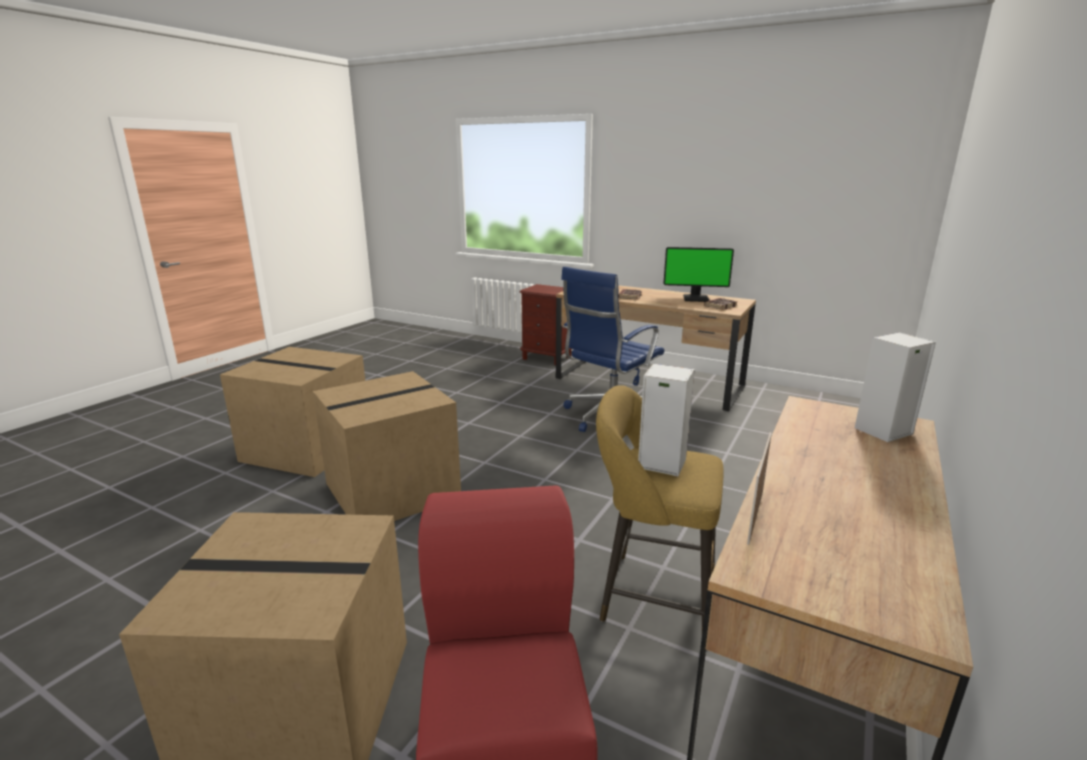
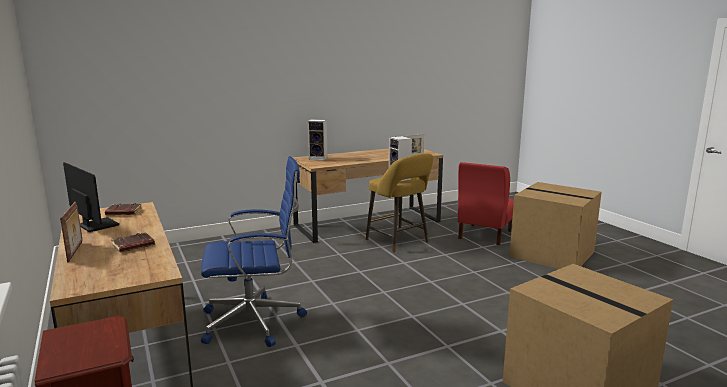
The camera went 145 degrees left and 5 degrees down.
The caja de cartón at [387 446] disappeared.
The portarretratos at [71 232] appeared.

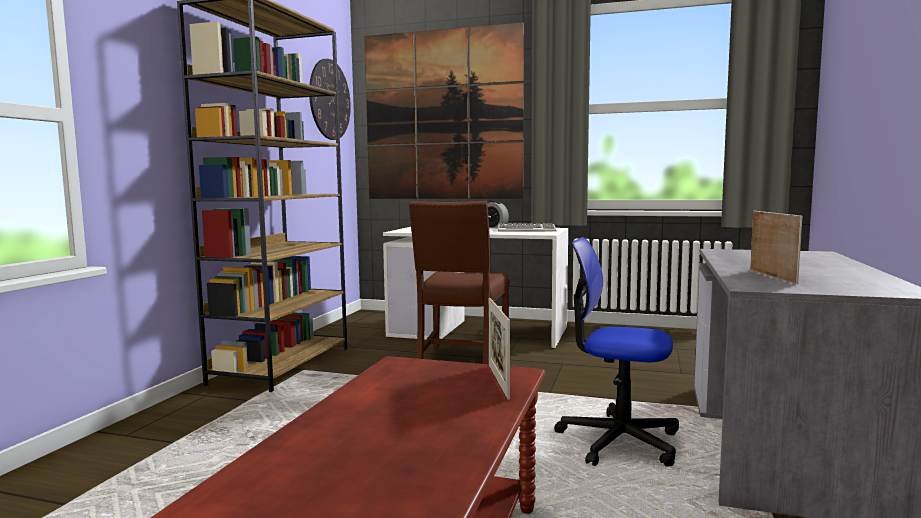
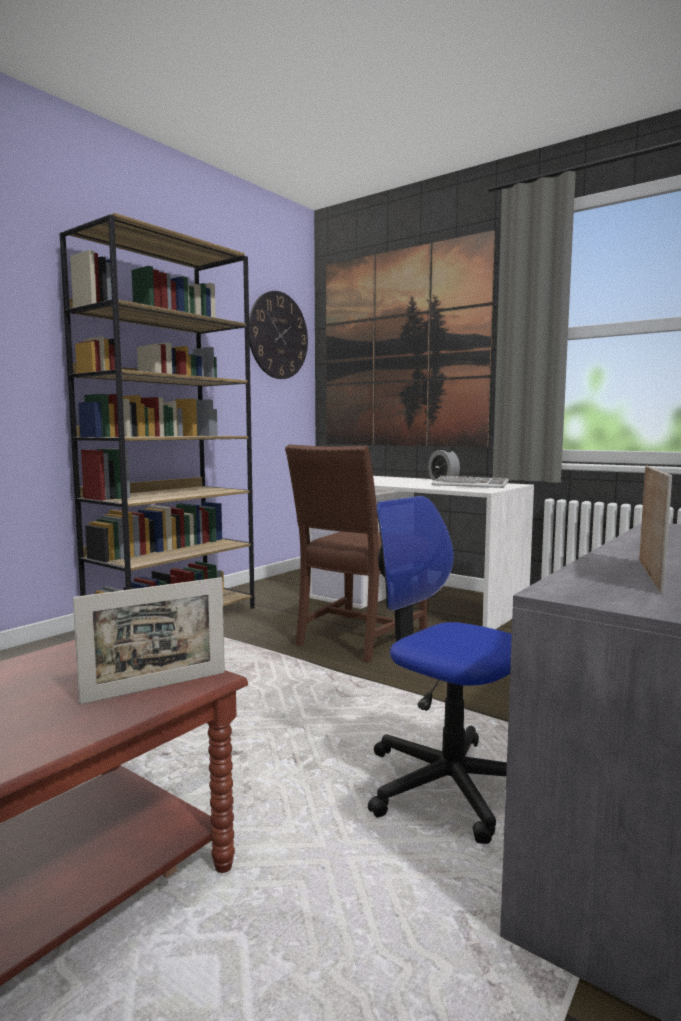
The camera went 20 degrees right and 0 degrees up.
The portarretratos at [499 349] turned 135 degrees counterclockwise.

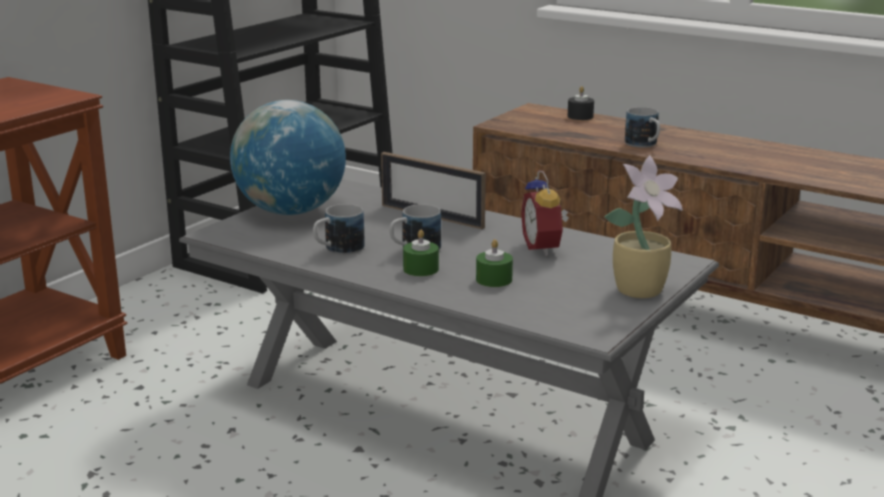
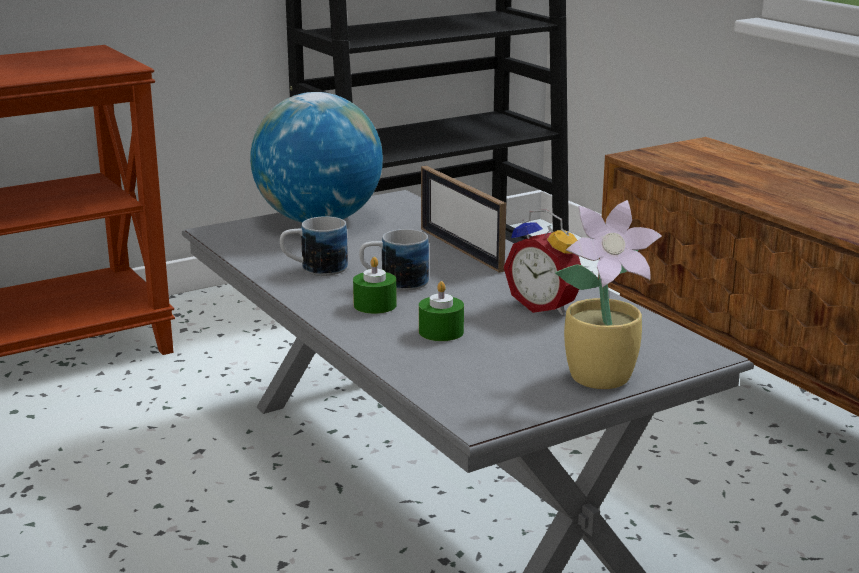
The camera went 25 degrees right and 0 degrees up.
The vela (negro) at [581 103] disappeared.
The taza grande at [642 127] disappeared.
The despertador at [545 213] turned 60 degrees counterclockwise.

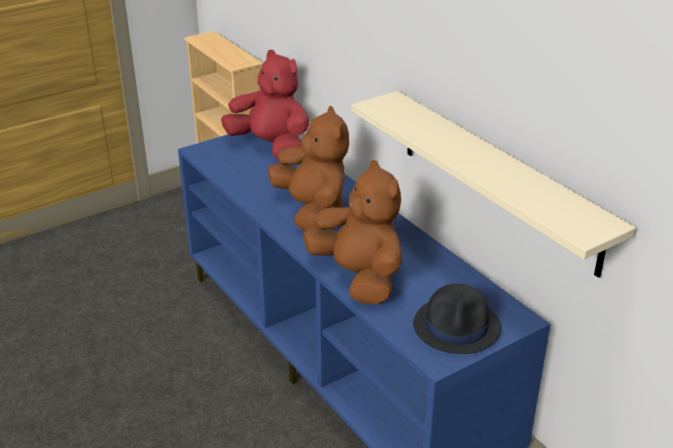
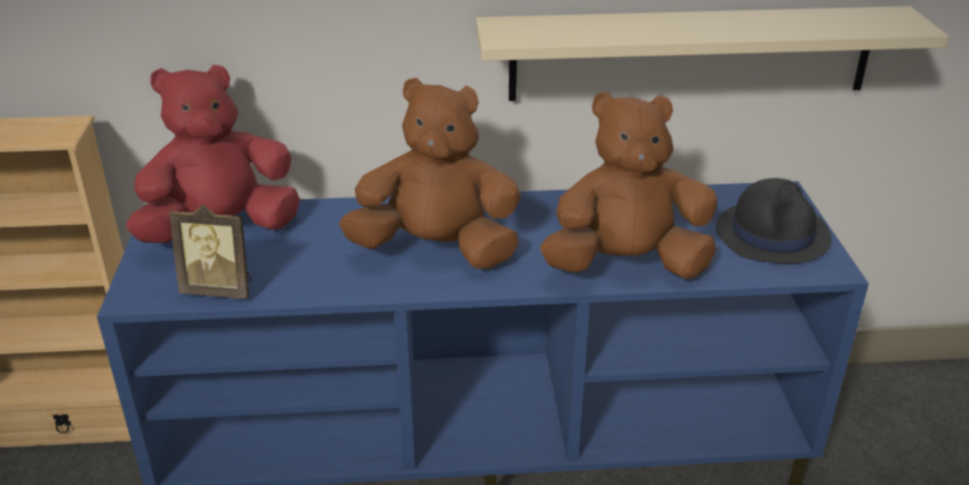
The camera went 60 degrees left and 0 degrees up.
The portarretratos at [210 251] appeared.

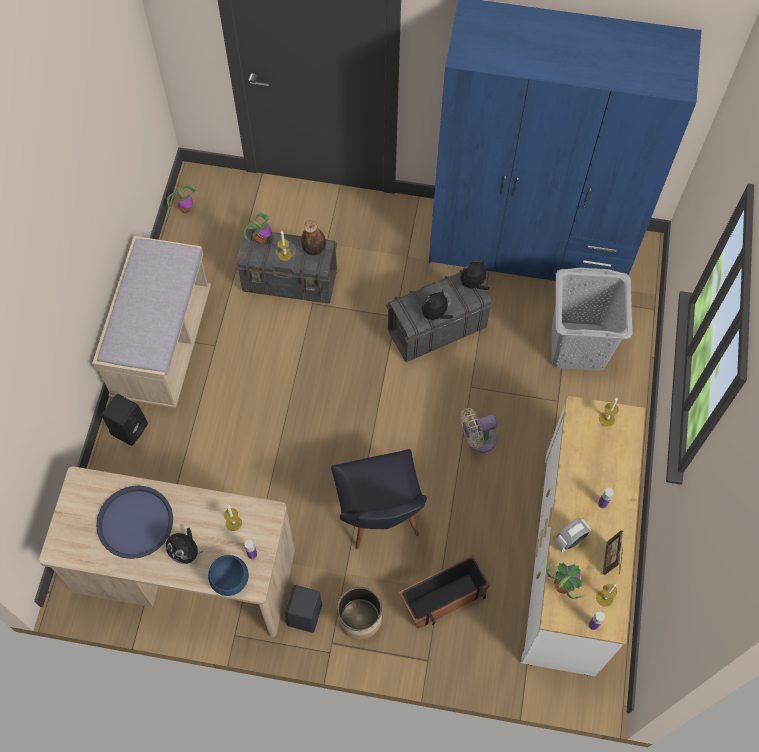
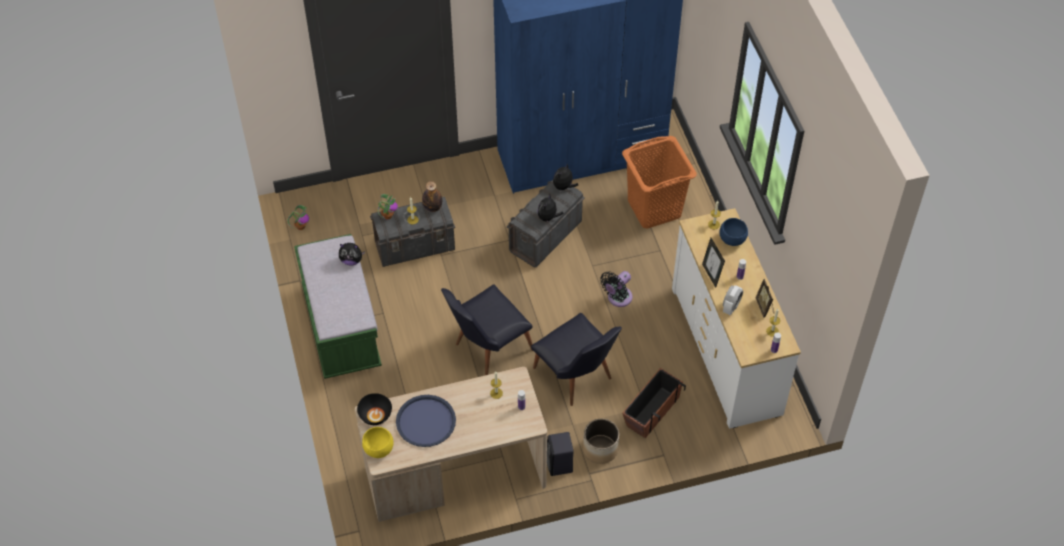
The camera went 25 degrees left and 10 degrees down.
The banco (beis) at [151 322] became the banco (verde) at [338 306].
The cesto de la ropa (gris) at [592 319] became the cesto de la ropa (naranja) at [659 182].
The altavoz (negro) at [125 420] disappeared.
The ventilador (beis) at [479 430] became the ventilador (negro) at [616 289].
The peluche moved from [185 546] to [352 254].
The cuenco (azul) moved from [228 575] to [733 232].
The planta en maceta at [564 580] disappeared.
The portarretratos at [713 263] appeared.
The silla (negro) at [487 329] appeared.
The cuenco (negro) at [374 409] appeared.
The cuenco (amarillo) at [377 442] appeared.

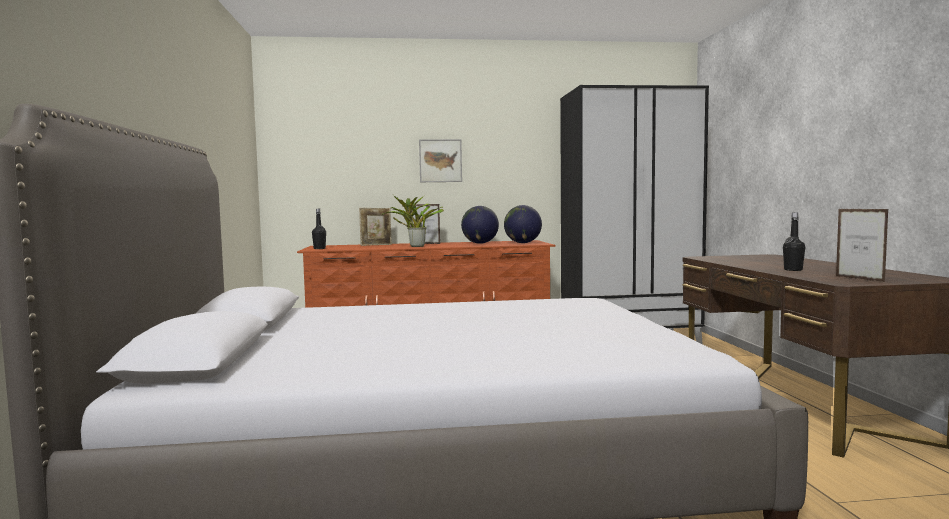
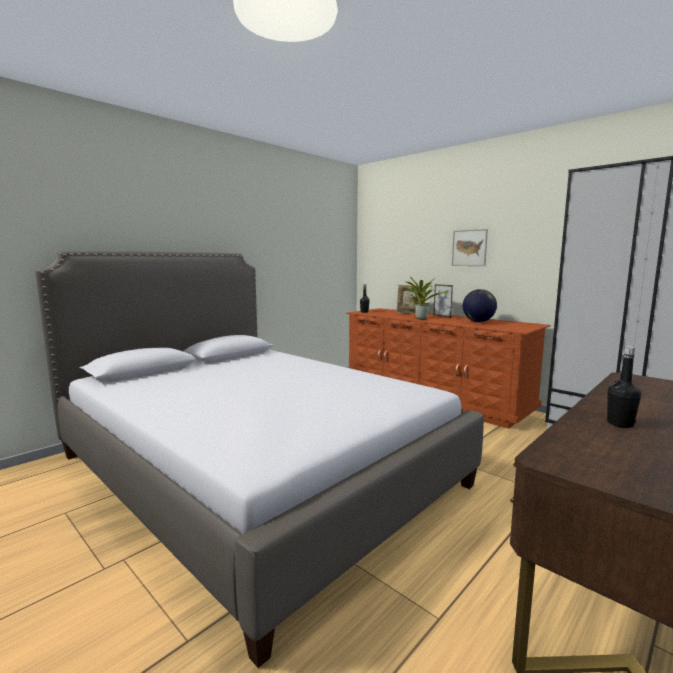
The camera went 50 degrees right and 5 degrees up.
The globo terráqueo at [523 224] disappeared.
The portarretratos at [862 245] disappeared.

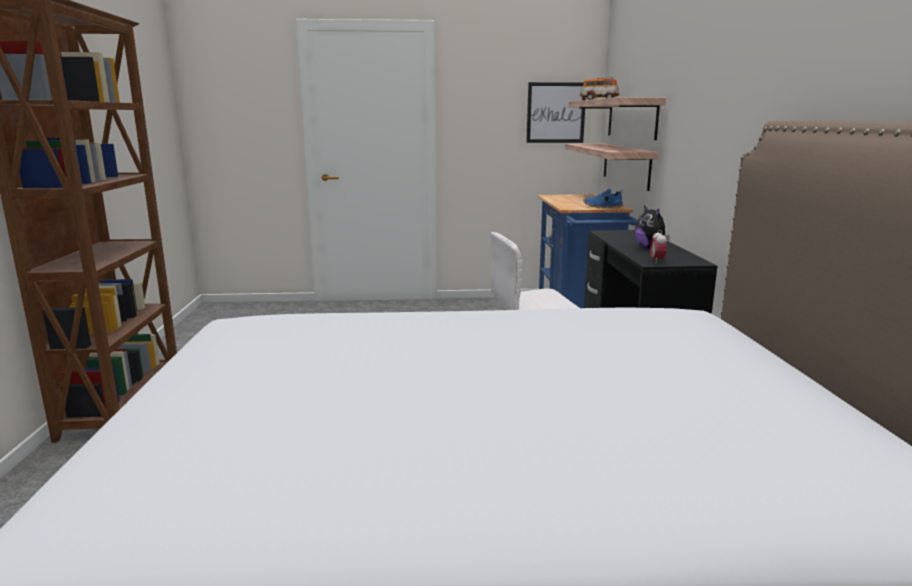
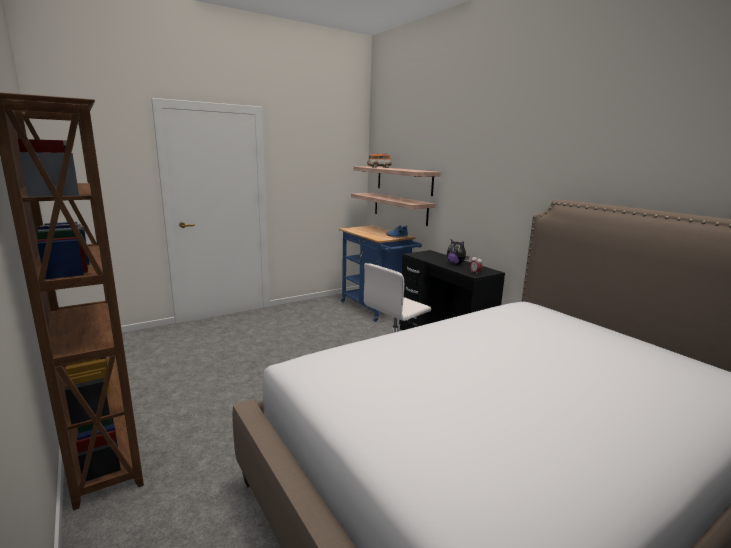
The camera went 30 degrees left and 0 degrees up.
The cuadro at [556 112] disappeared.

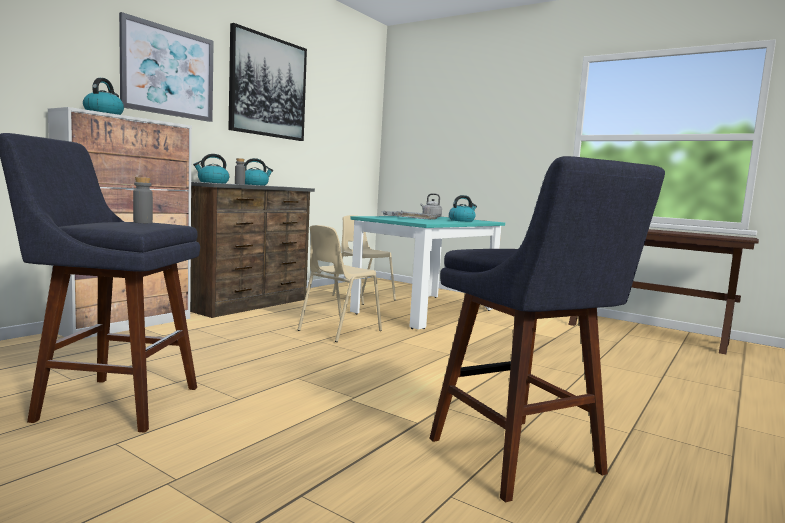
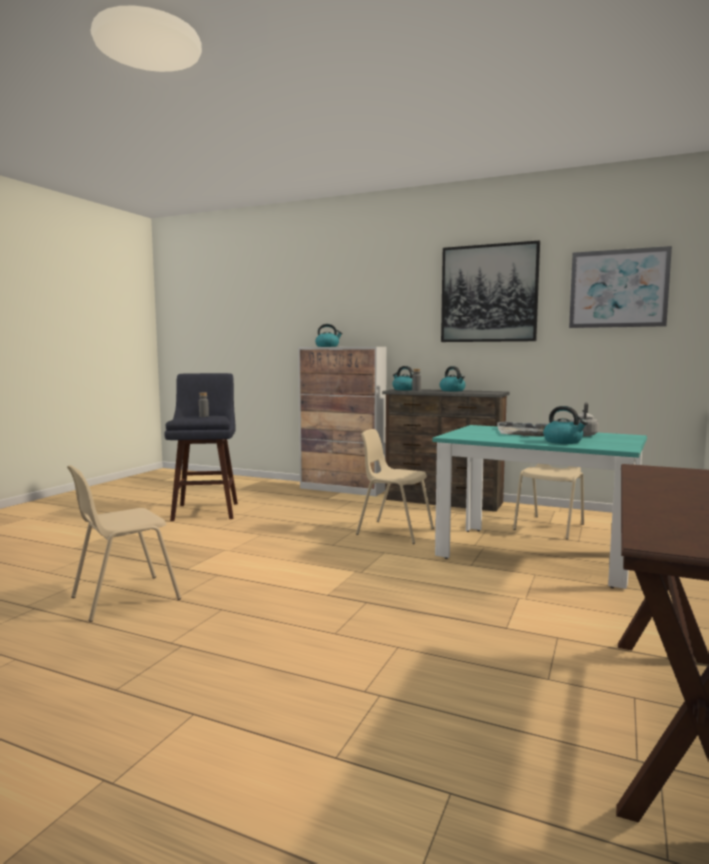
The camera went 80 degrees right and 0 degrees up.
The cuadro moved from [166 67] to [620 287].
The taburete (azul) at [547 329] was replaced by the silla (beis) at [124 543].

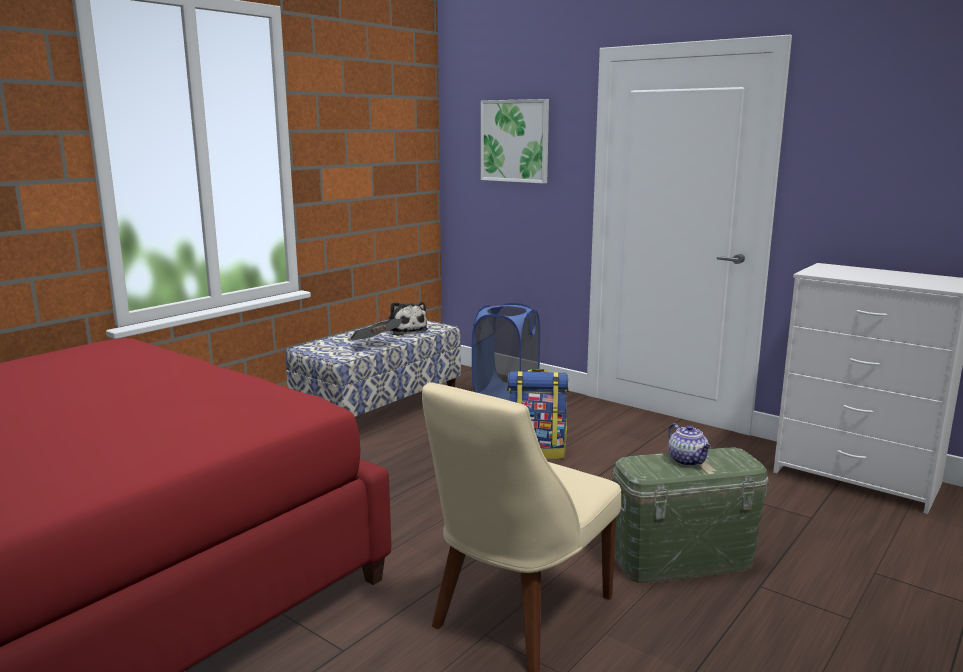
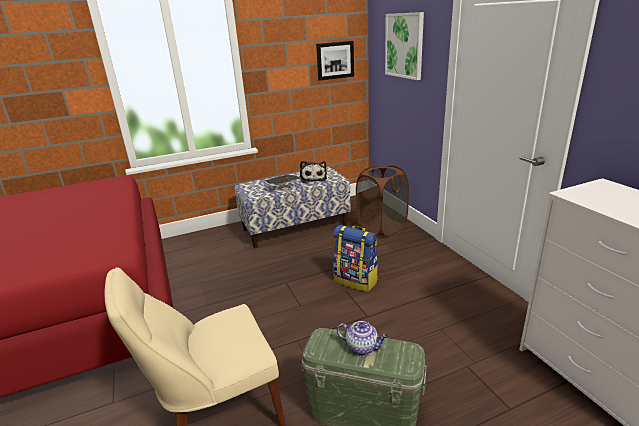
The camera went 30 degrees right and 10 degrees up.
The cesto de la ropa (azul) at [506 351] became the cesto de la ropa (marrón) at [382 200].
The tetera at [689 444] turned 75 degrees counterclockwise.
The cuadro at [335 61] appeared.

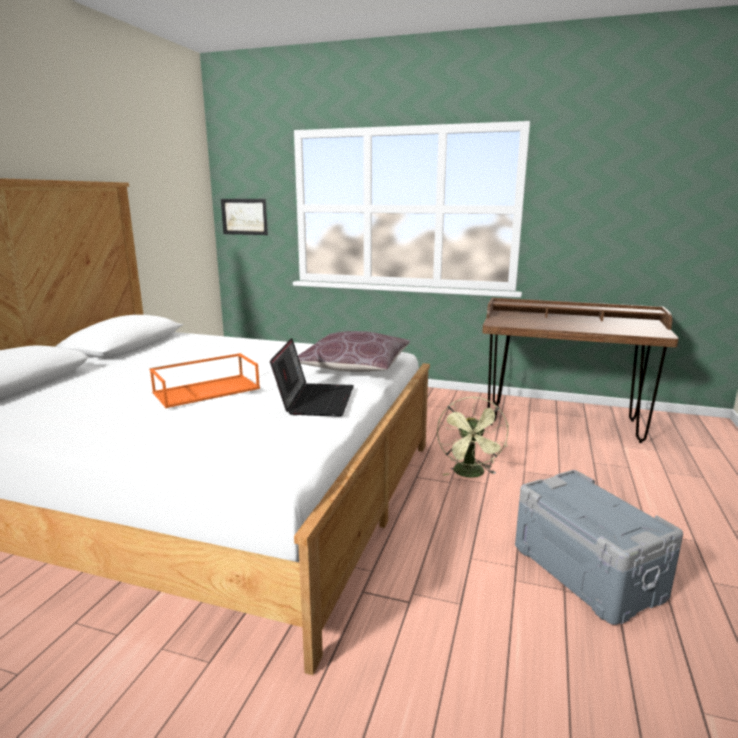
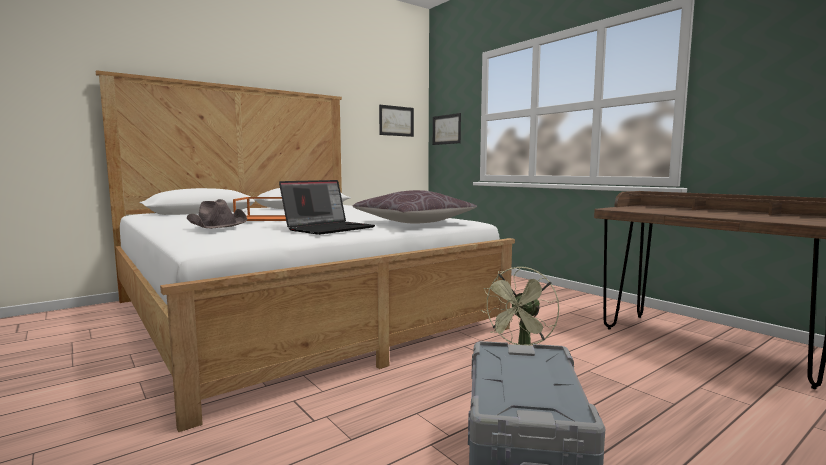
The camera went 35 degrees right and 10 degrees down.
The cuadro at [396 121] appeared.
The sombrero (marrón) at [217 214] appeared.

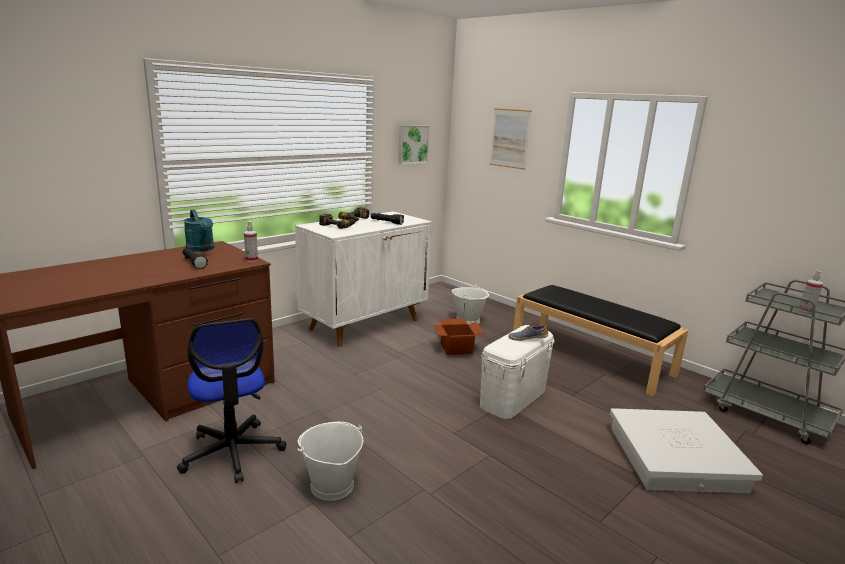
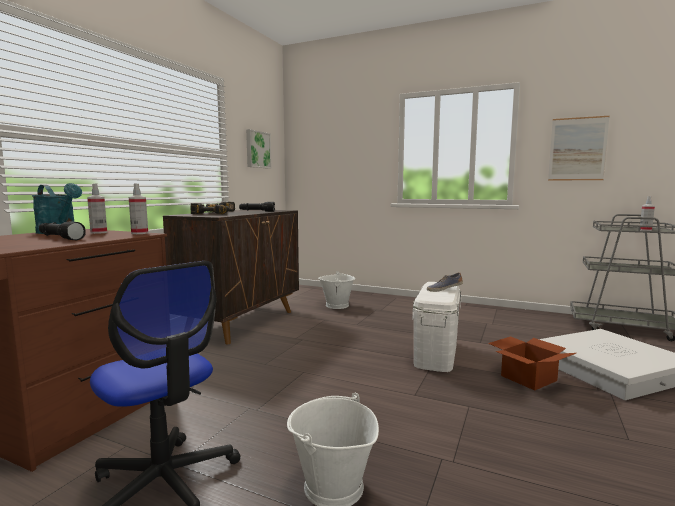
The camera went 20 degrees left and 10 degrees down.
The cuadro moved from [510 139] to [579 148].
The armario (blanco) at [363 279] became the armario (marrón) at [231 277].
The banco (negro) at [600 340] disappeared.
The caja de cartón moved from [458 337] to [532 363].
The pulverizador at [97 208] appeared.

